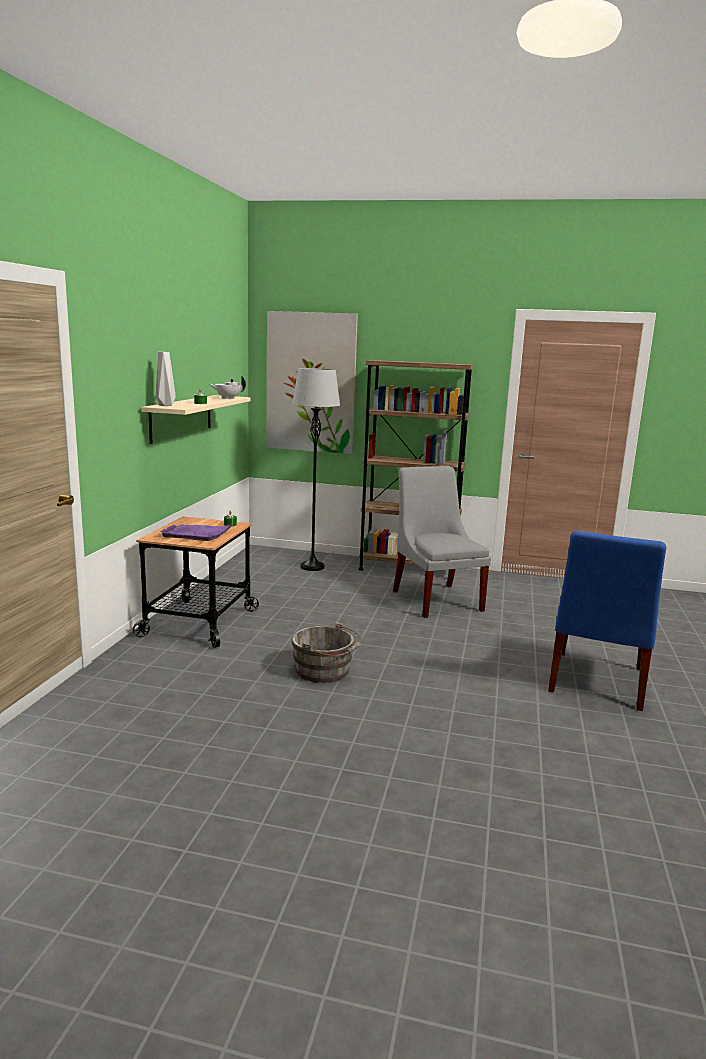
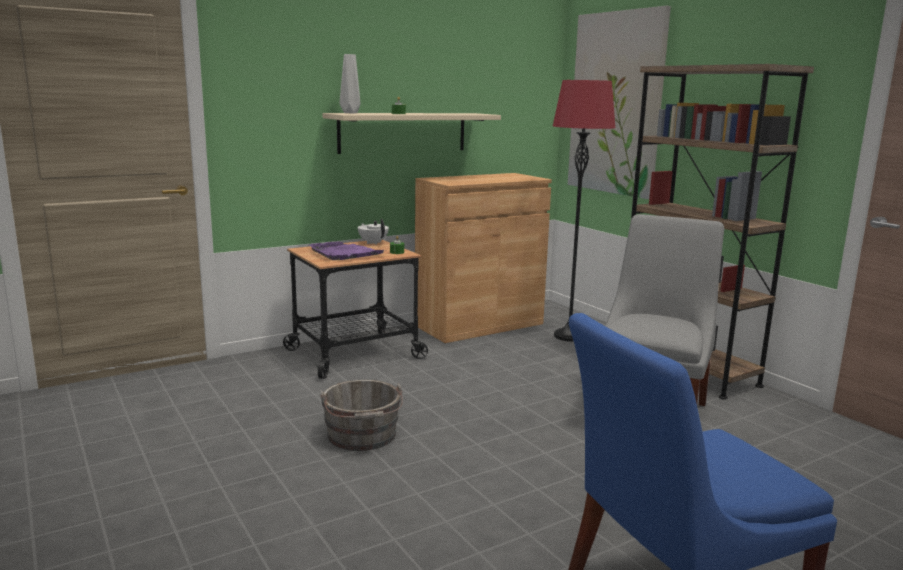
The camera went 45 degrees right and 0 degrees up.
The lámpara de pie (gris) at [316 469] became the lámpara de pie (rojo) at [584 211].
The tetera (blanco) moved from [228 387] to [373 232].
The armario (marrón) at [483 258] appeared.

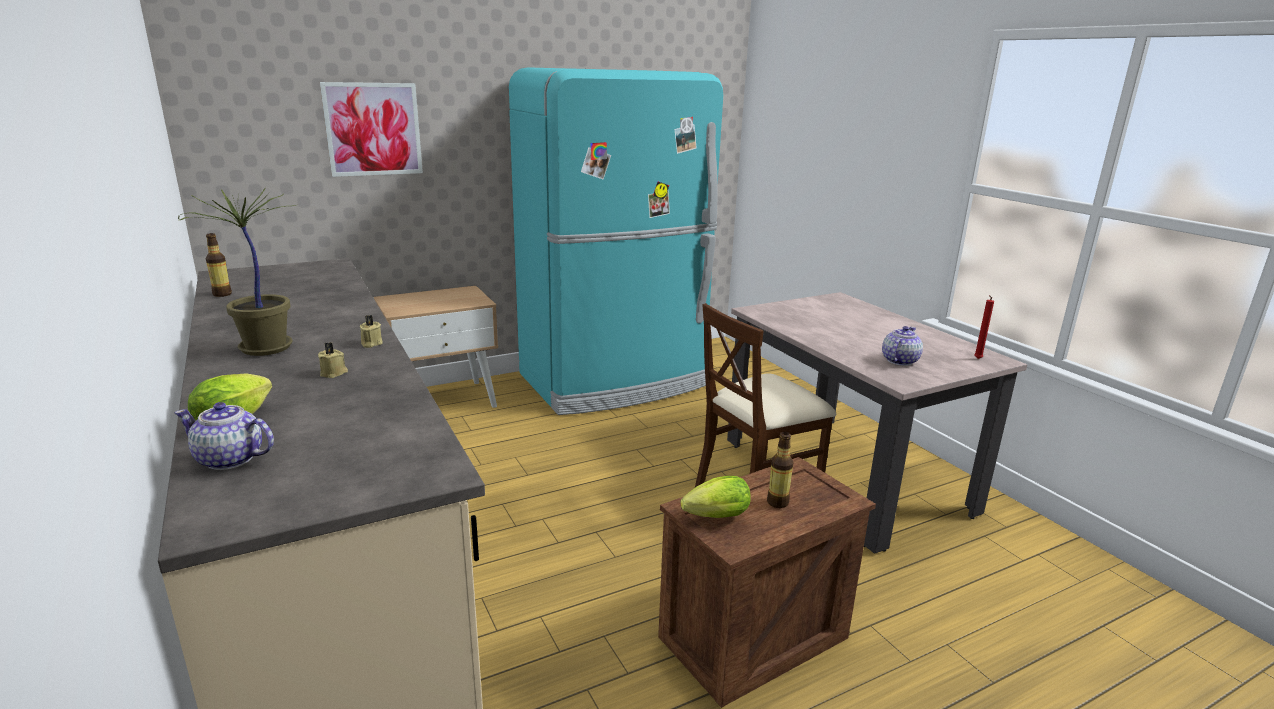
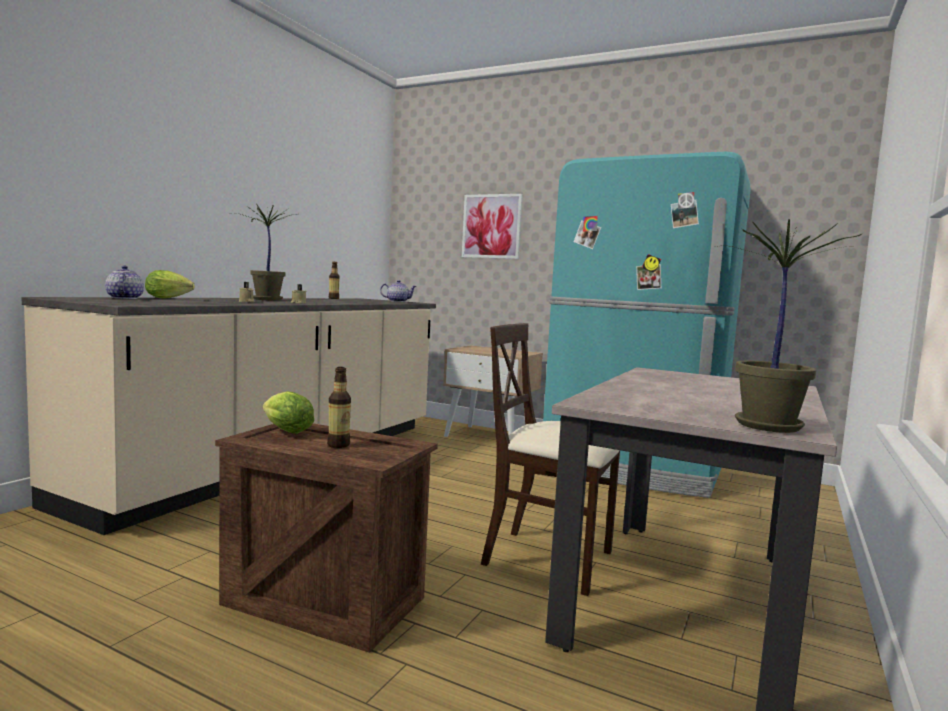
The camera went 55 degrees right and 15 degrees down.
The vela (rojo) at [984 327] was replaced by the planta en maceta at [790 326].
The tetera moved from [902 346] to [398 291].

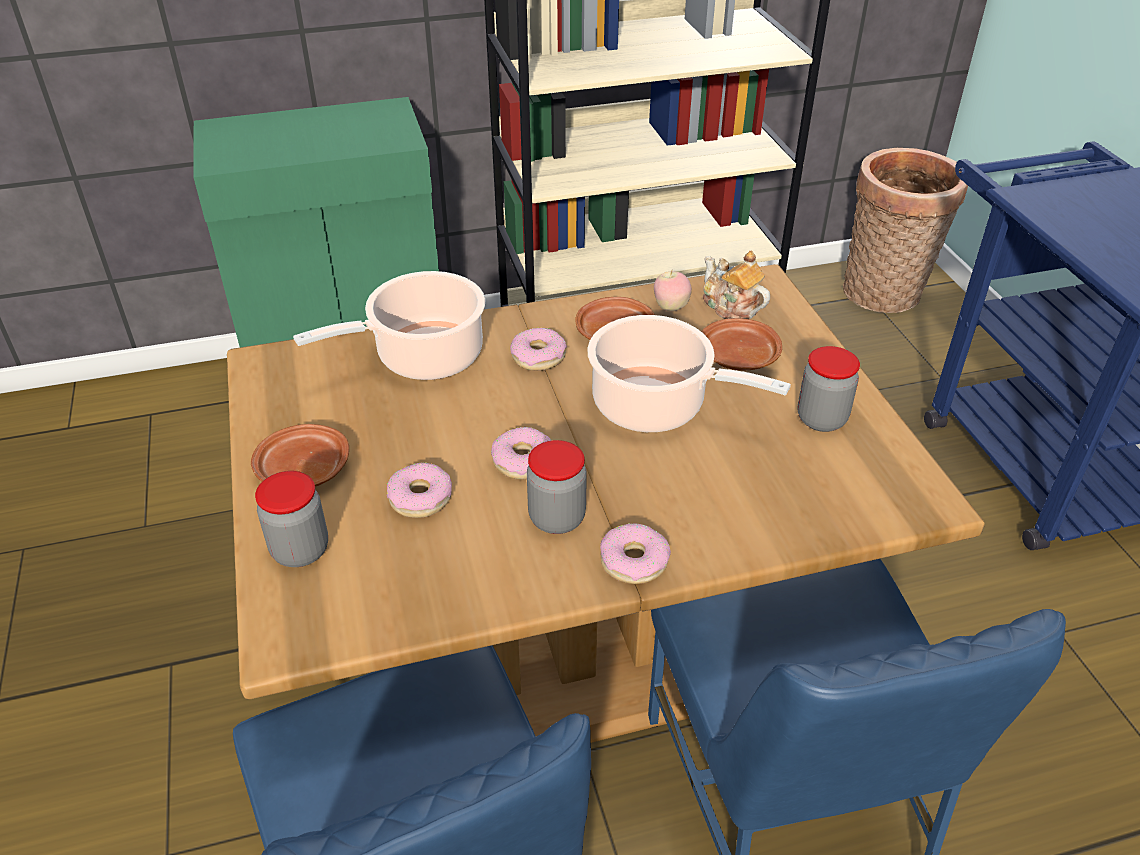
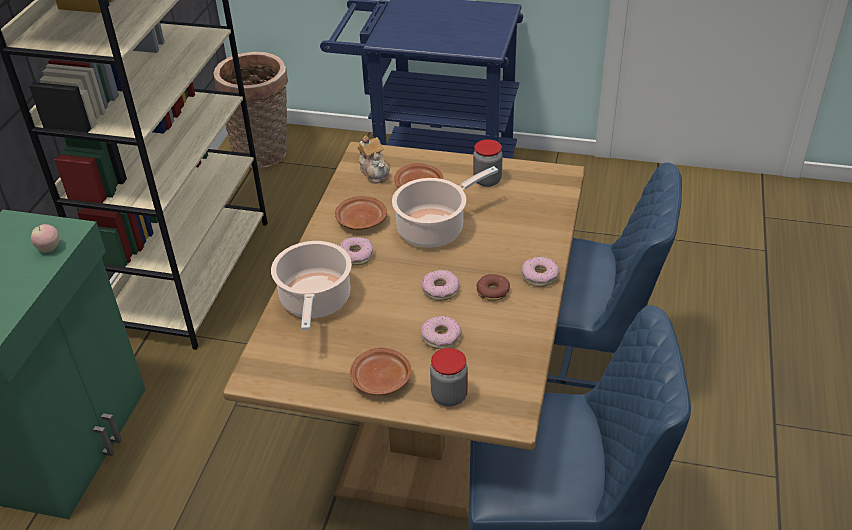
The camera went 60 degrees left and 0 degrees up.
The tetera at [736 285] turned 105 degrees counterclockwise.
The manzana moved from [673 291] to [45 238].
The tarro at [557 487] was replaced by the rosquilla at [493 287].

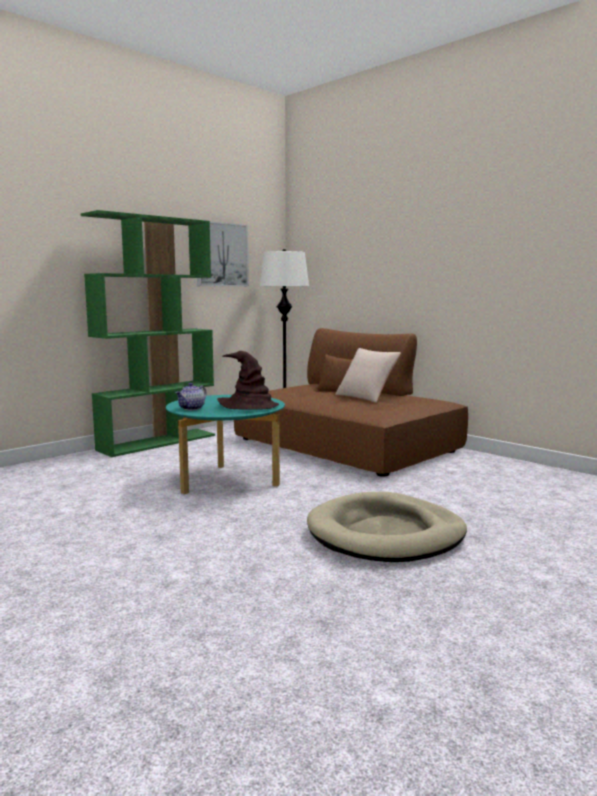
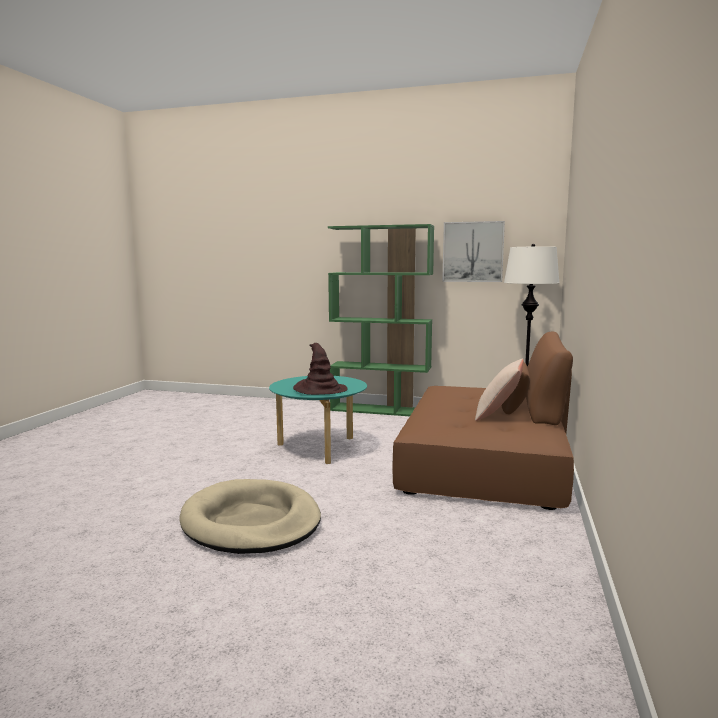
The camera went 60 degrees right and 0 degrees up.
The tetera at [191 396] disappeared.

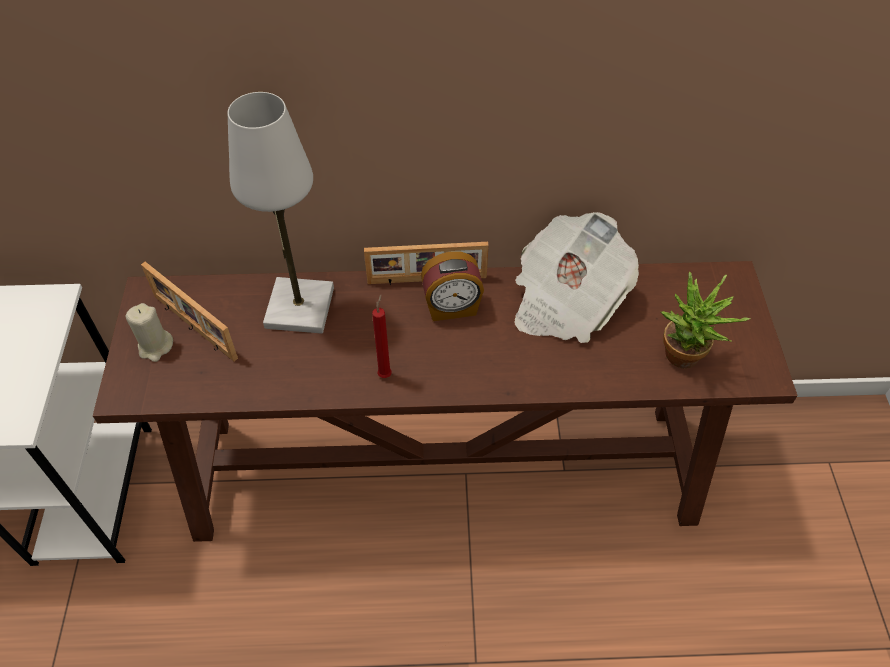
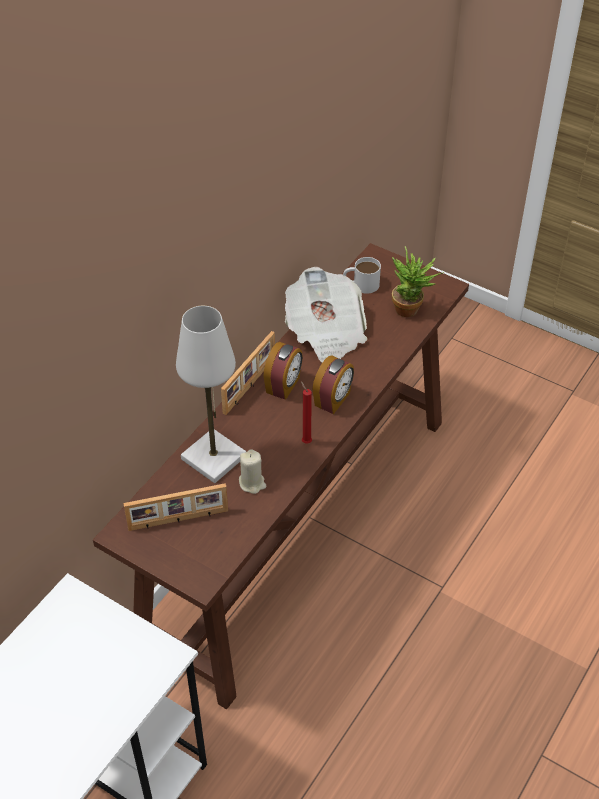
The camera went 55 degrees left and 5 degrees down.
The vela (beis) moved from [149 332] to [252 471].
The taza grande (blanco) at [362 275] appeared.
The despertador at [333 384] appeared.

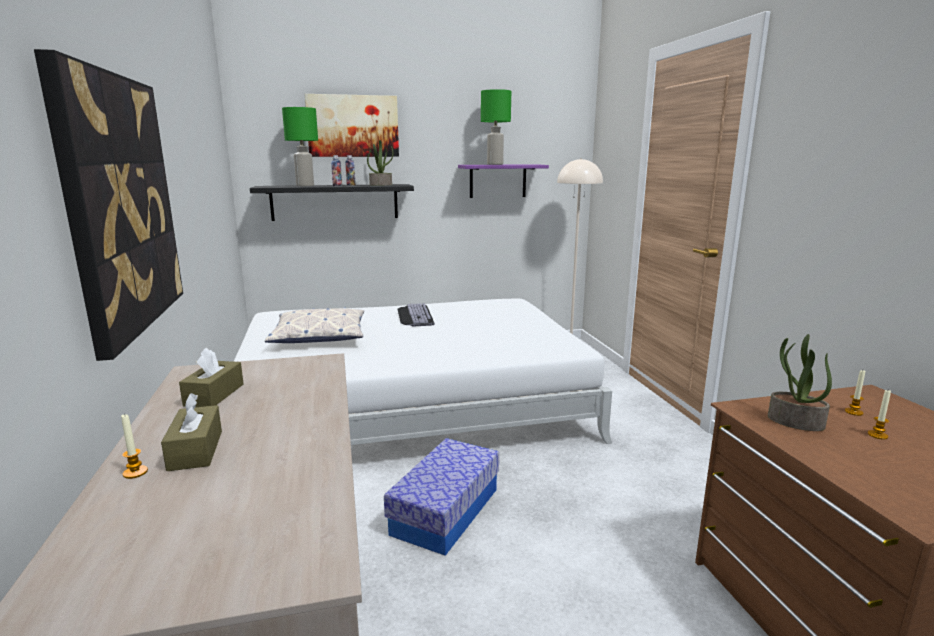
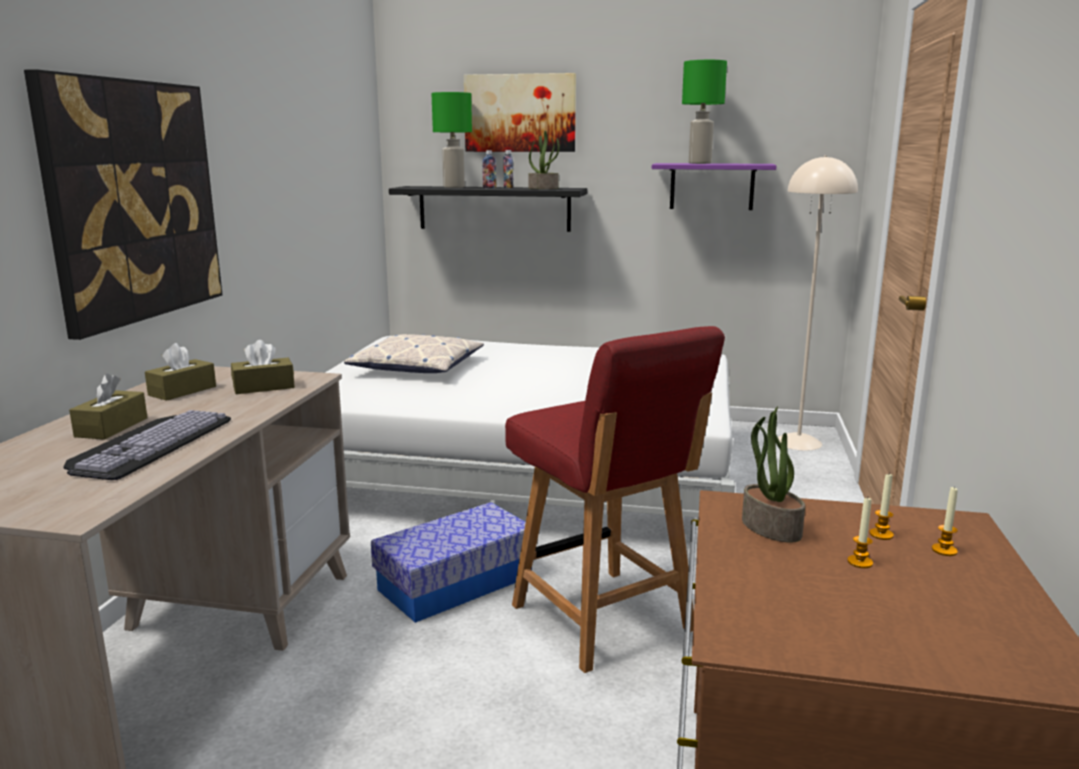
The camera went 25 degrees right and 0 degrees up.
The teclado moved from [416 314] to [147 445].
The vela moved from [134 446] to [945 521].
The silla (rojo) at [615 499] appeared.
The caja de pañuelos (marrón) at [263 367] appeared.

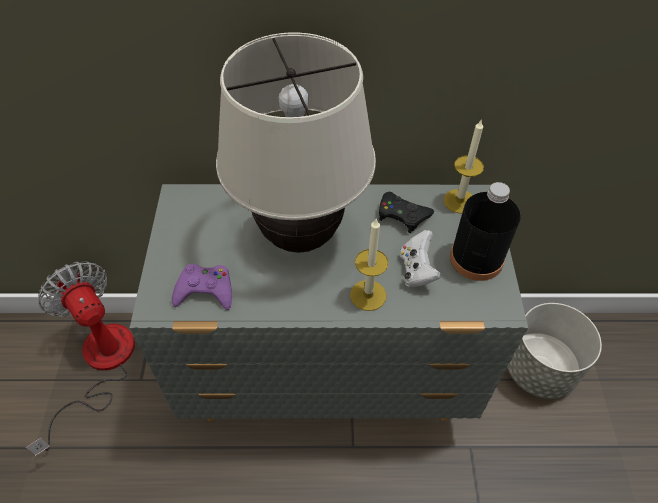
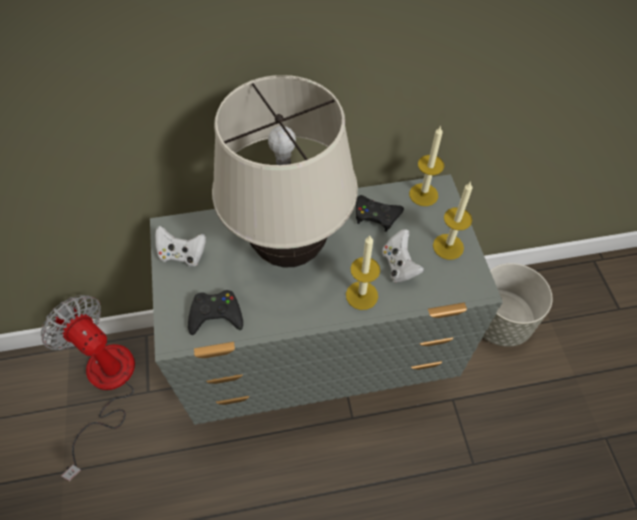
The camera went 10 degrees left and 5 degrees up.
The botella (negro) at [485 231] was replaced by the vela at [453 221].
The mando de consola (morado) at [202 287] became the mando de consola (negro) at [215 312].
The mando de consola (blanco) at [180 246] appeared.

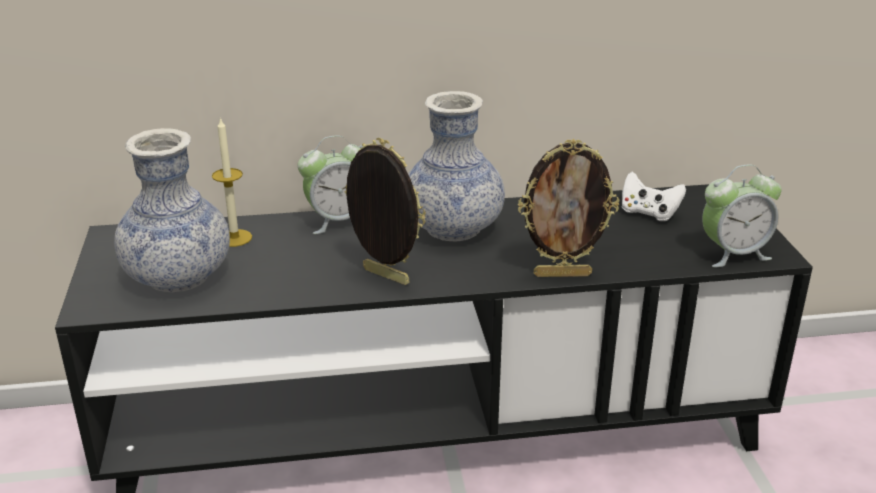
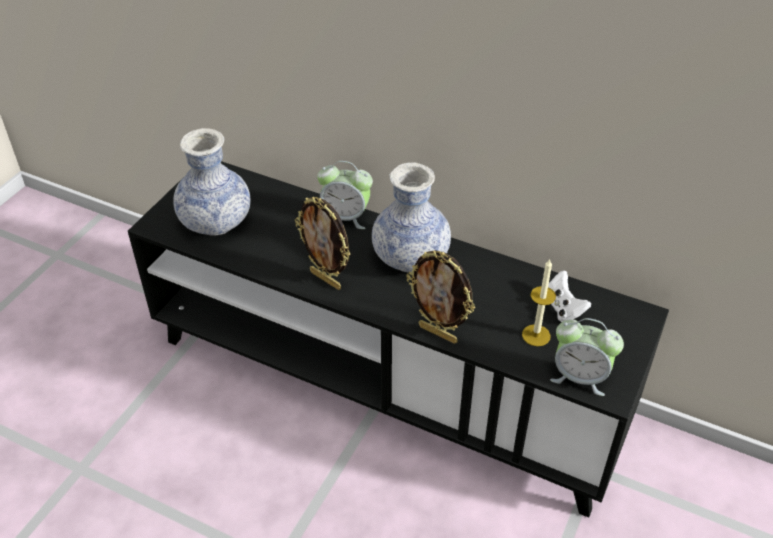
The camera went 35 degrees right and 15 degrees up.
The vela moved from [232 182] to [539 302].
The portarretratos at [385 211] turned 150 degrees clockwise.

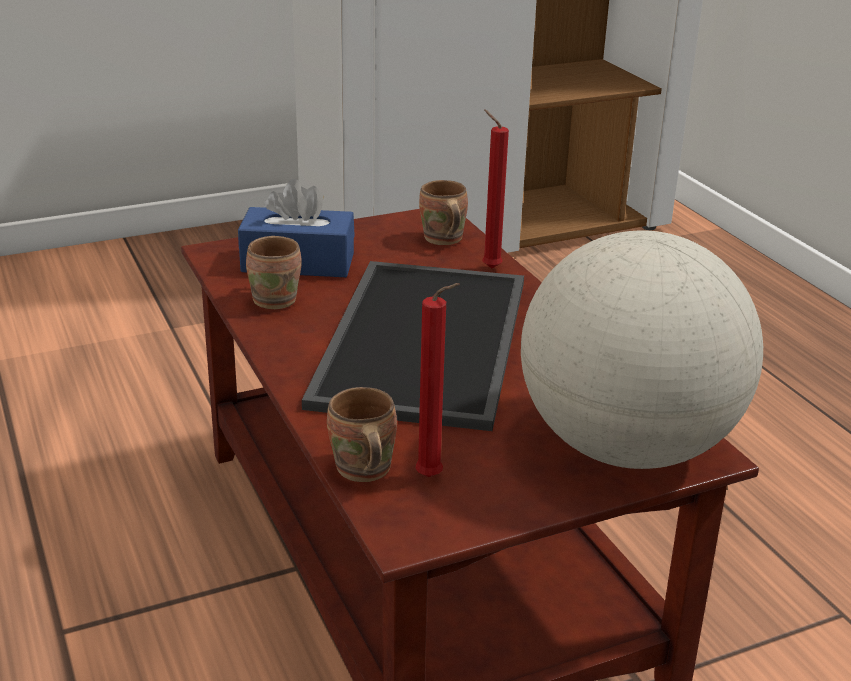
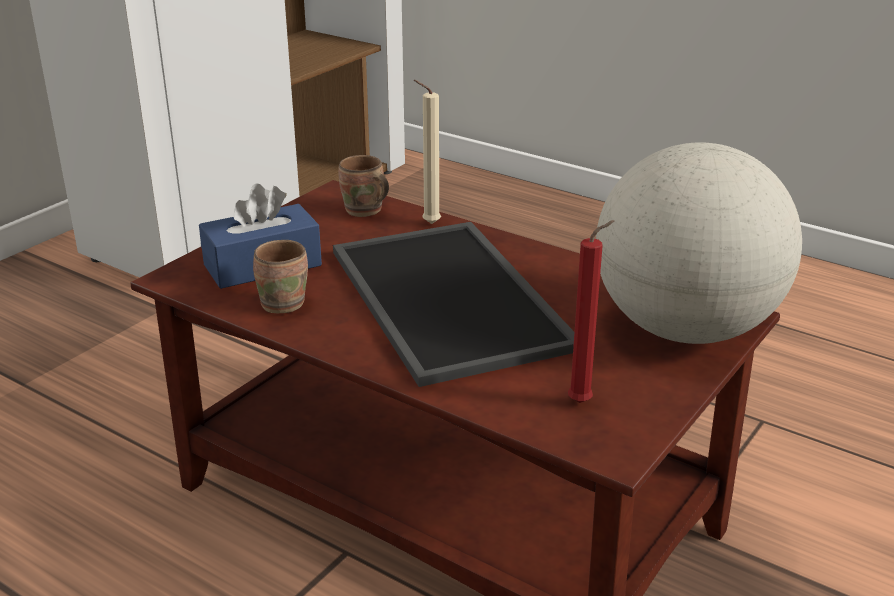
The camera went 30 degrees left and 0 degrees up.
The vela (rojo) at [495 189] became the vela (beis) at [427 152].
The taza grande (marrón) at [362 434] disappeared.

